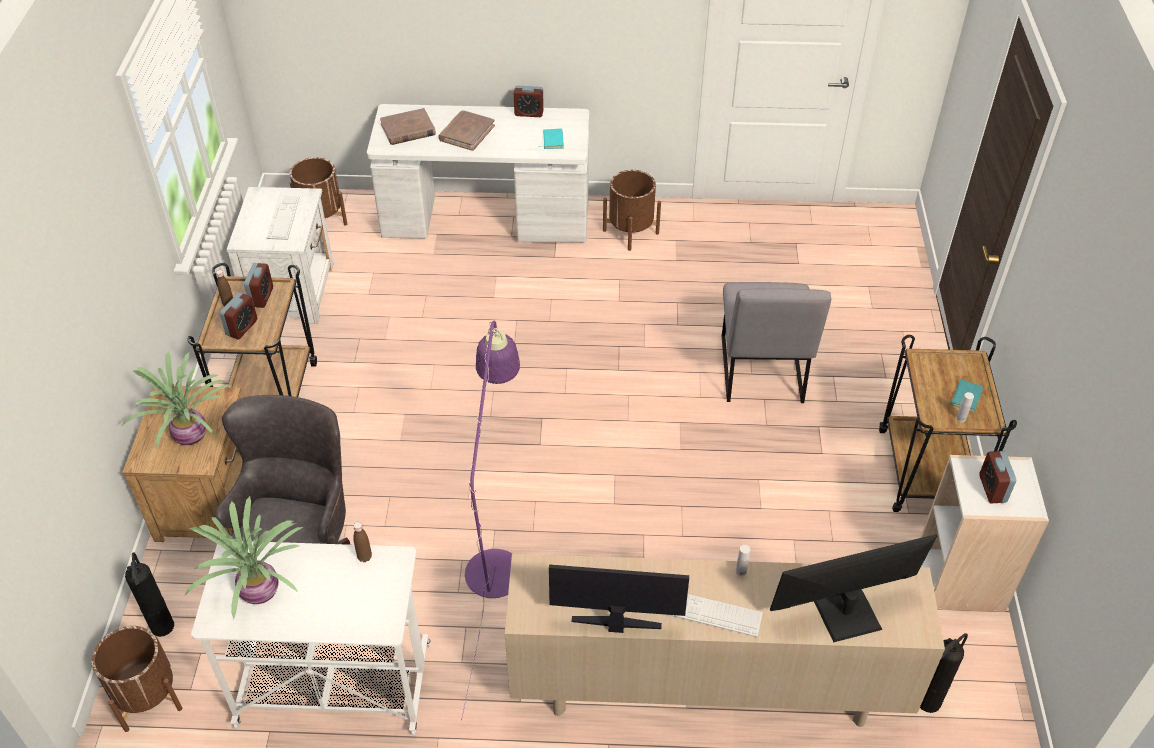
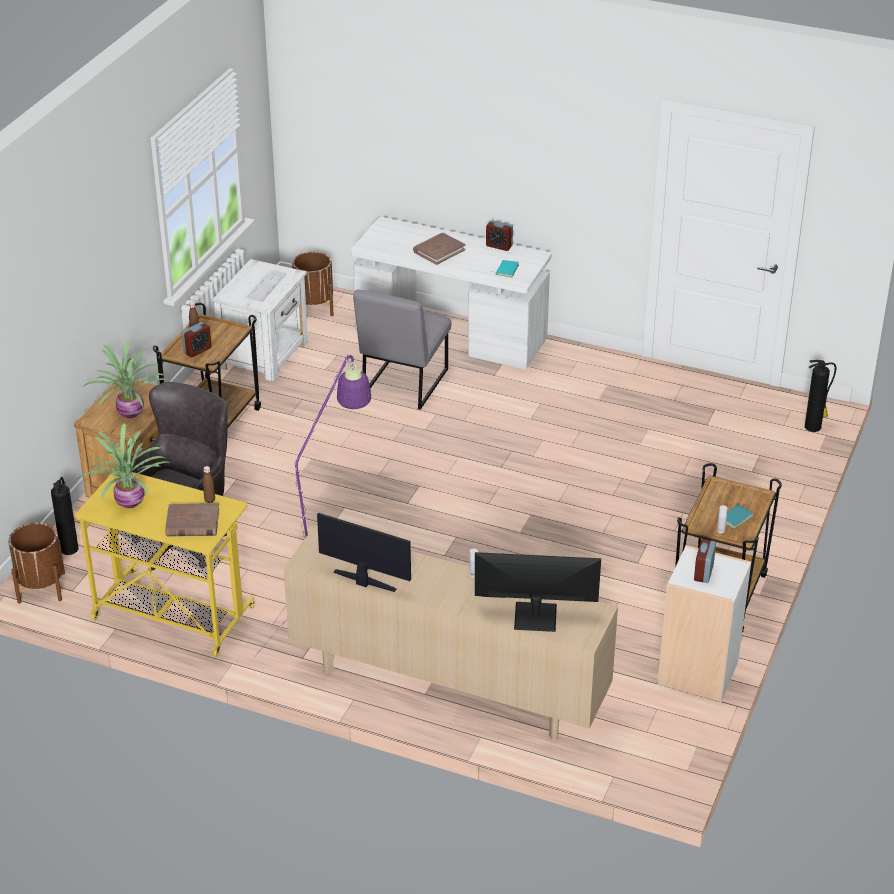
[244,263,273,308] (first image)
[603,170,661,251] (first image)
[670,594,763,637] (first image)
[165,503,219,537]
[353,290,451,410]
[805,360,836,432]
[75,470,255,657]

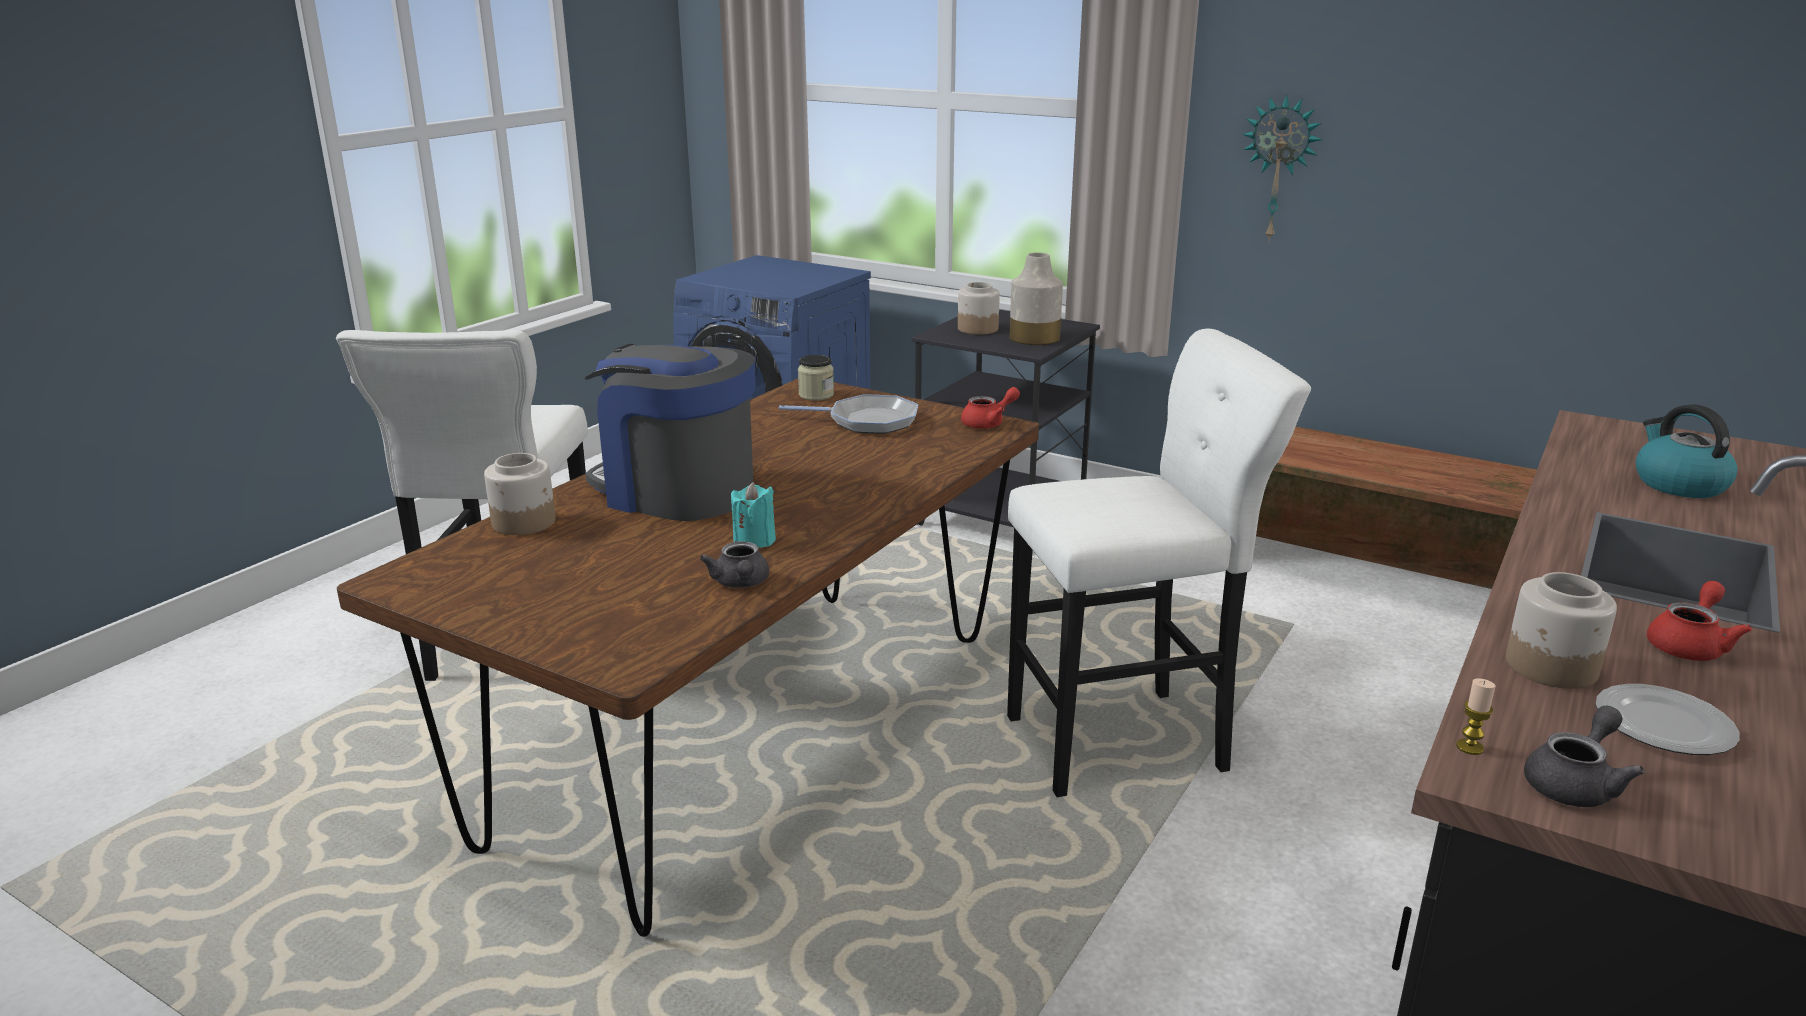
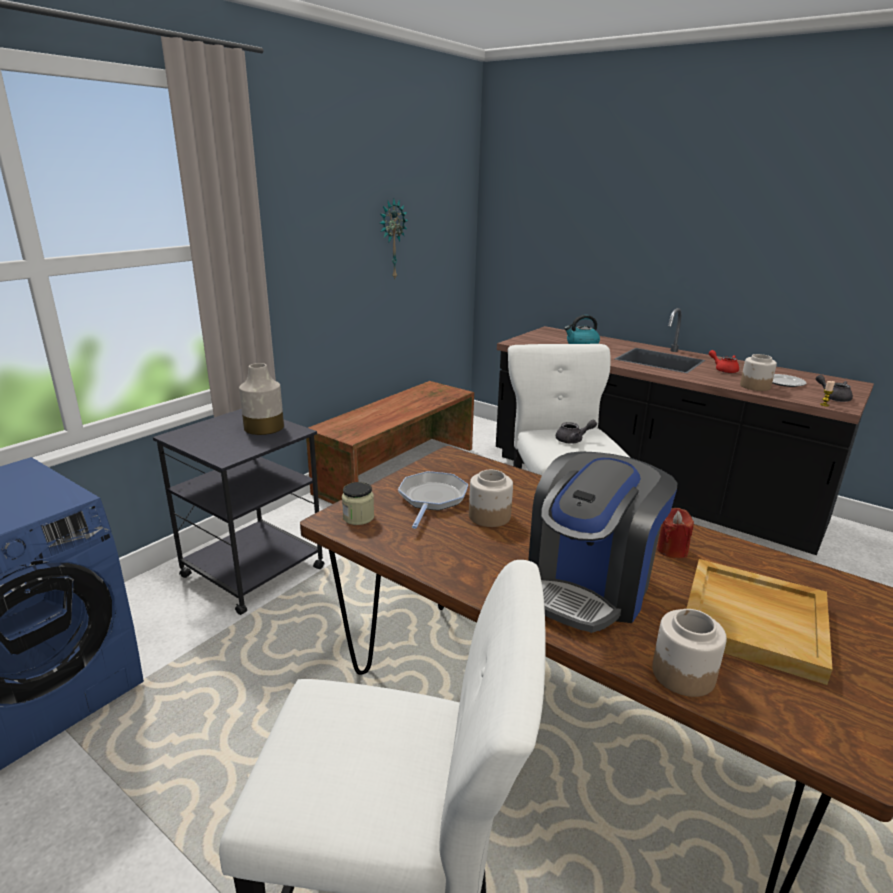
[961,387,1020,429] (first image)
[686,559,833,685]
[556,420,597,444]
[469,470,513,527]
[380,199,408,279]
[657,508,694,558]

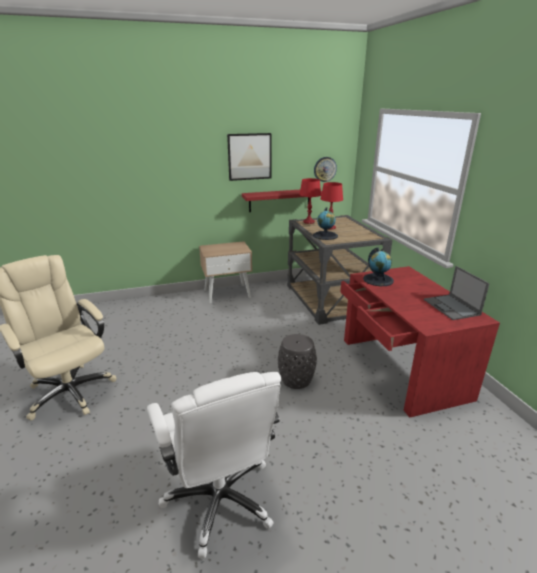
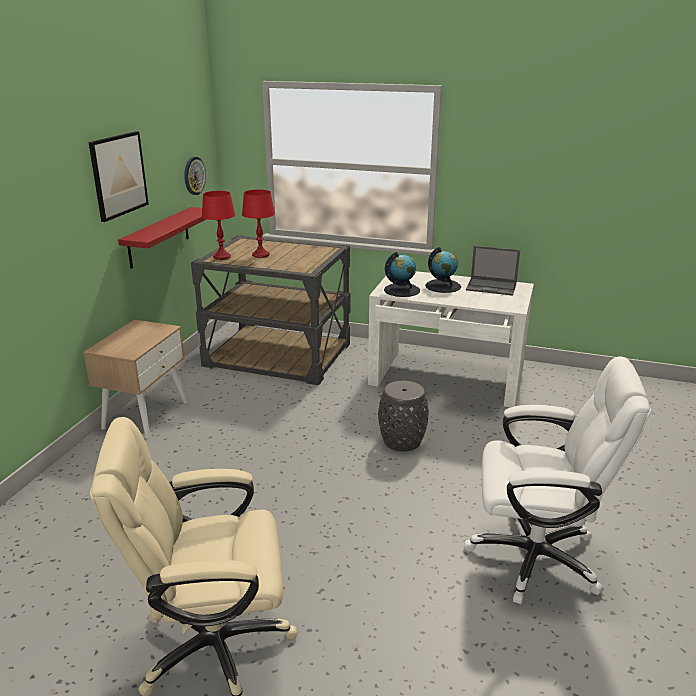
[425,247,461,293]
[368,271,534,407]

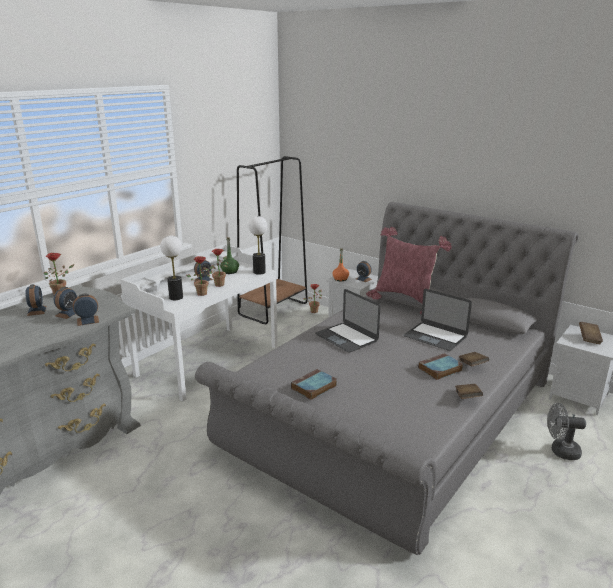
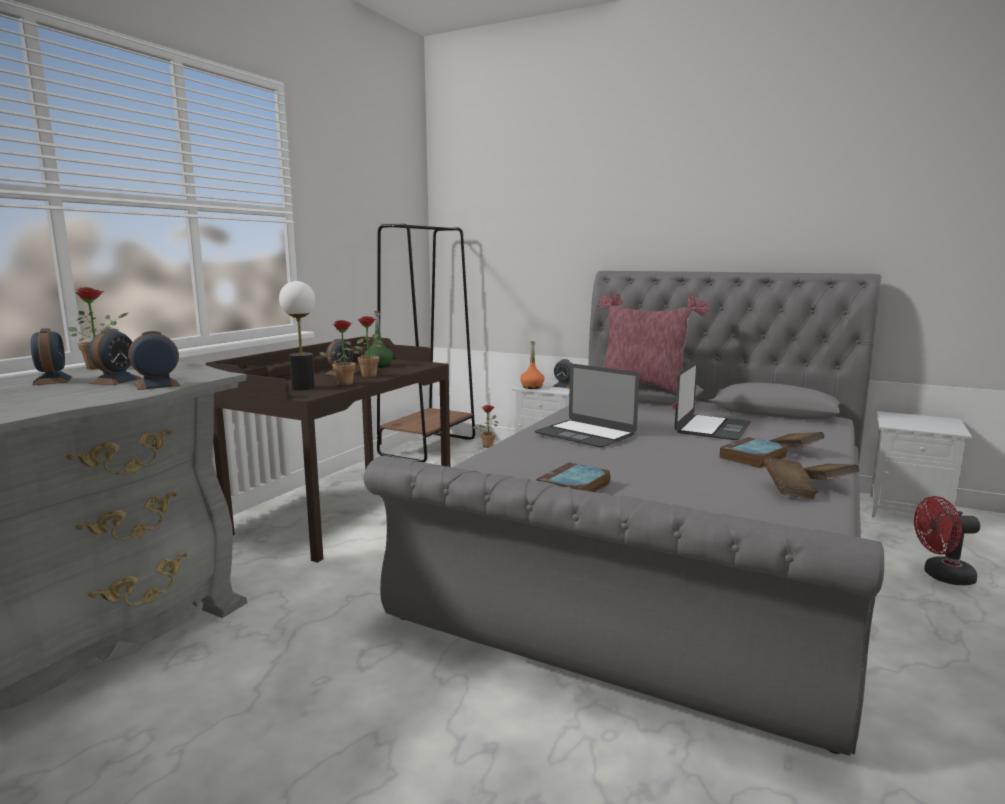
[248,216,267,275] (first image)
[763,457,819,499]
[206,336,450,563]
[914,496,980,585]
[675,361,751,440]

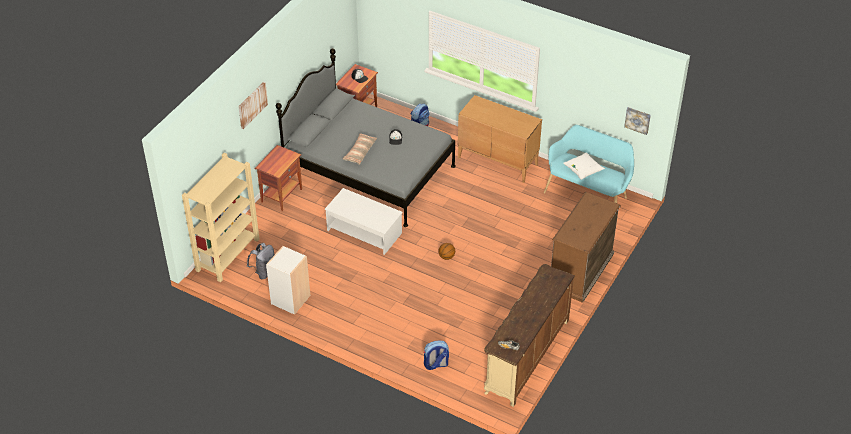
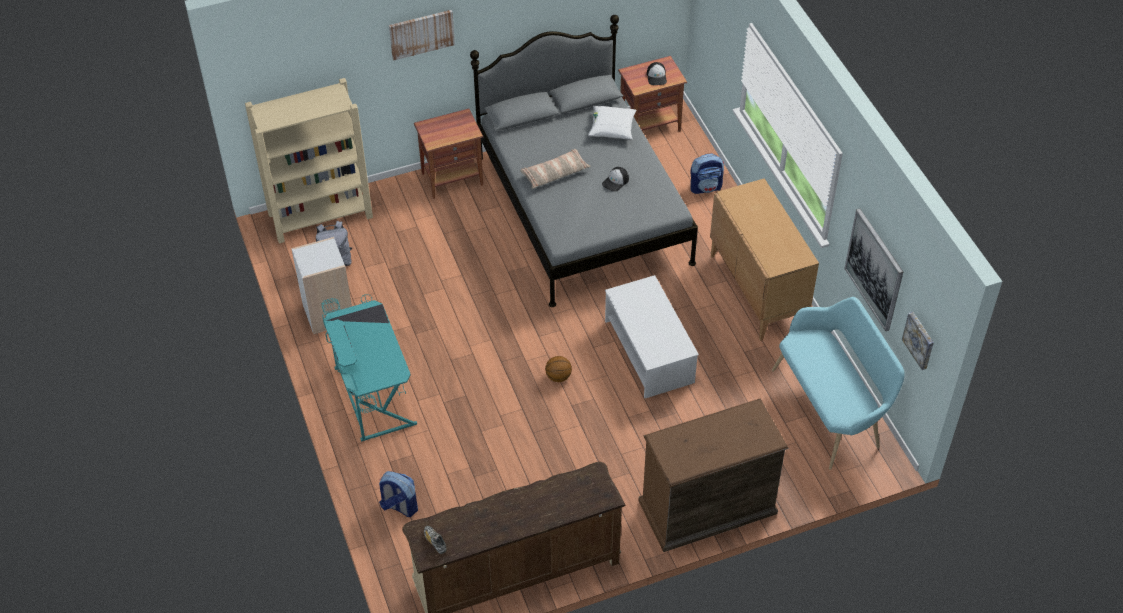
[321,294,417,441]
[844,209,903,331]
[605,275,699,398]
[588,106,636,139]

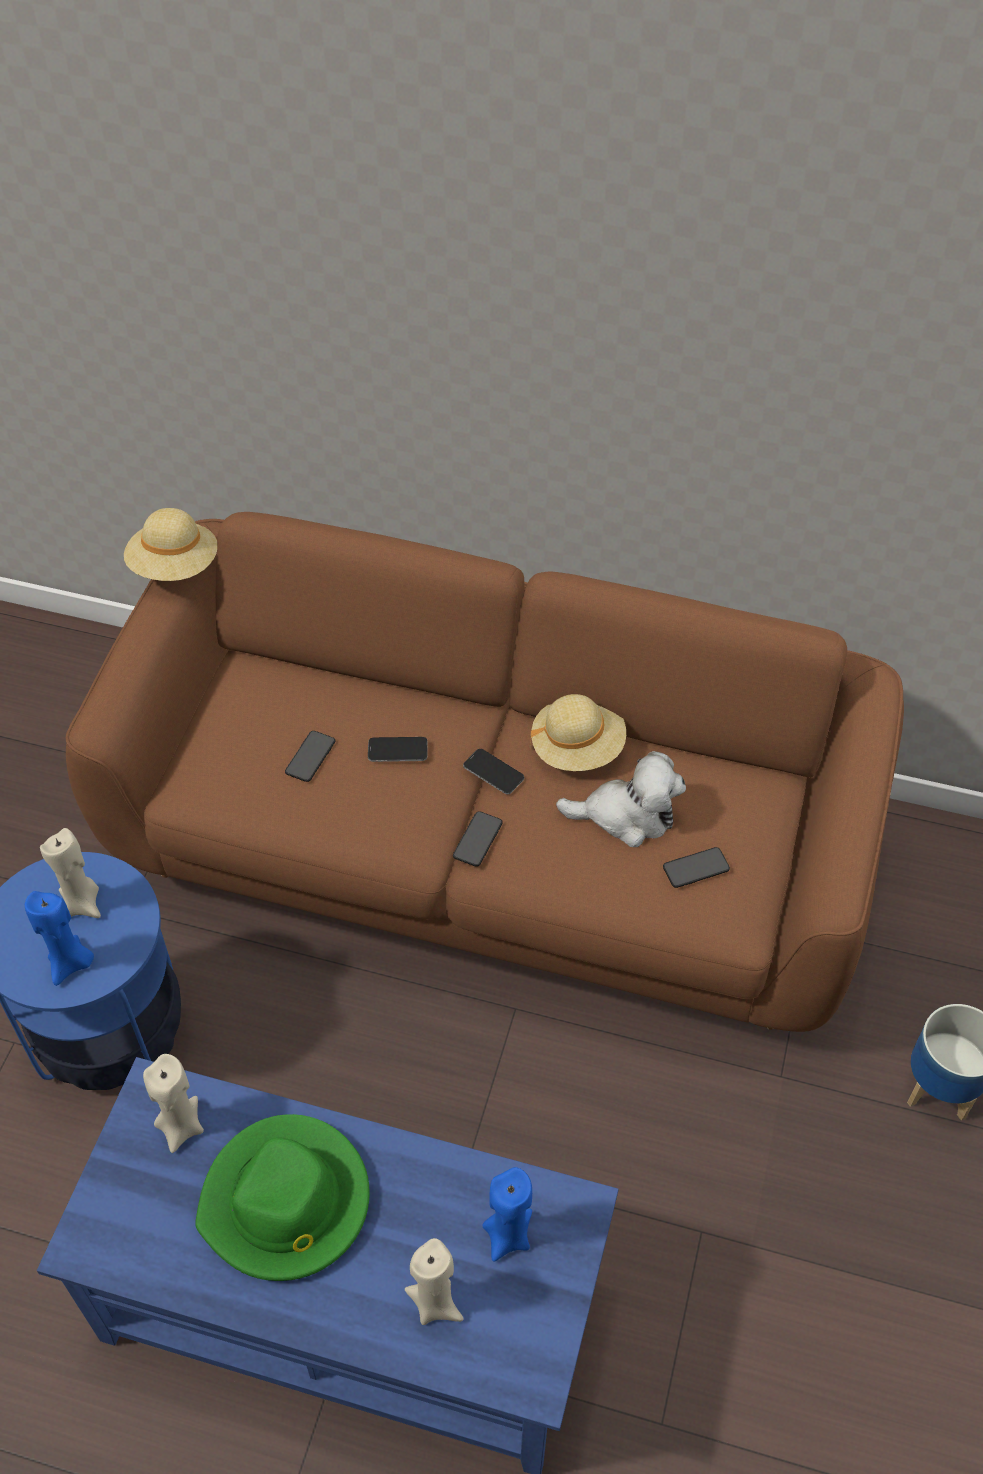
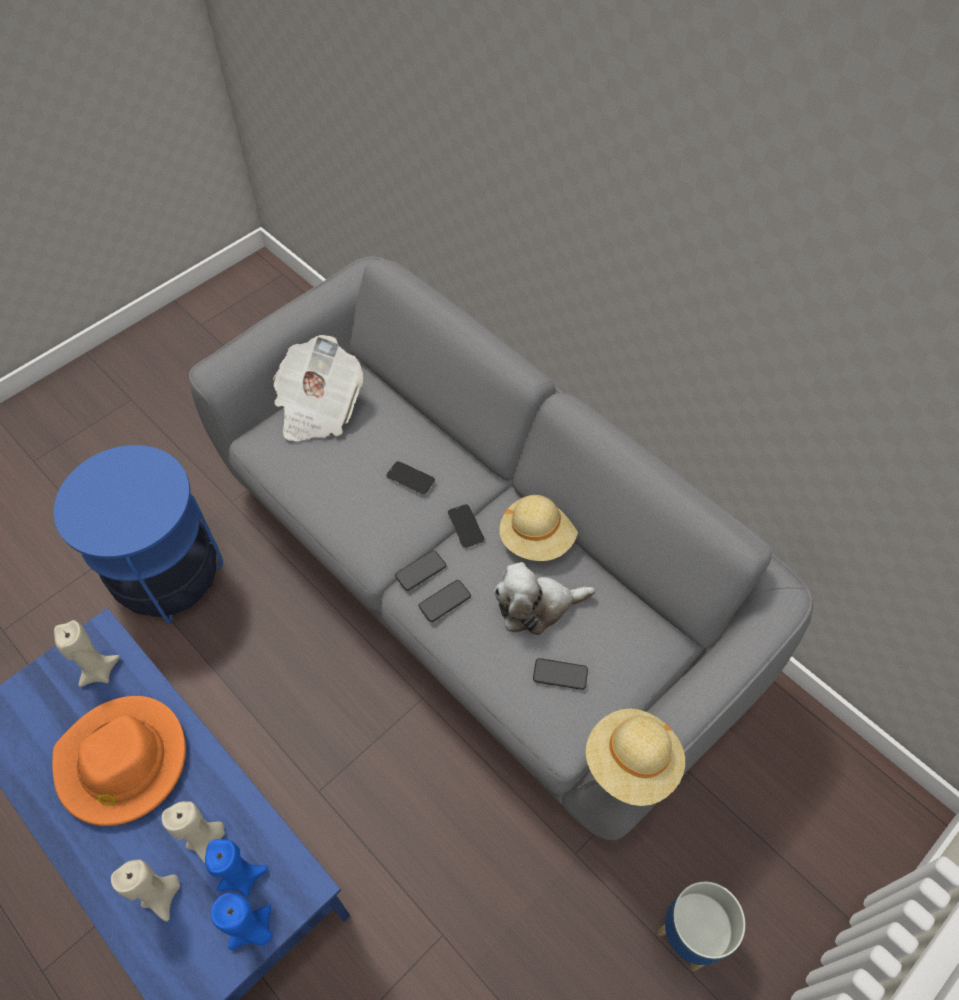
[273,335,364,441]
[211,893,273,950]
[162,801,225,863]
[586,708,685,806]
[419,580,471,622]
[189,256,813,840]
[52,696,186,826]
[494,562,595,635]

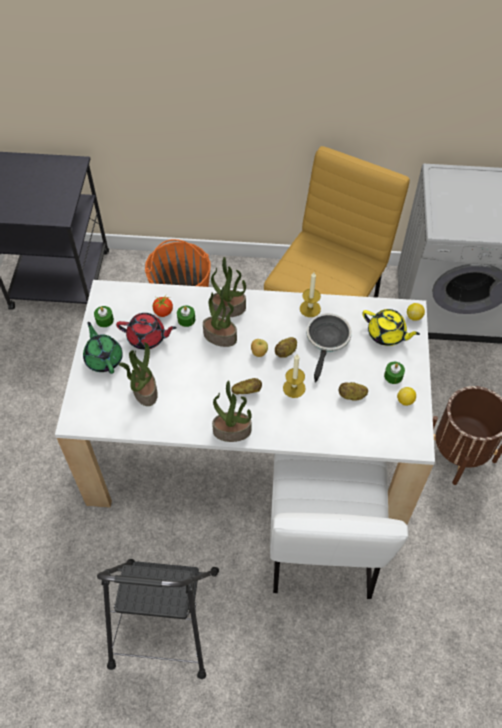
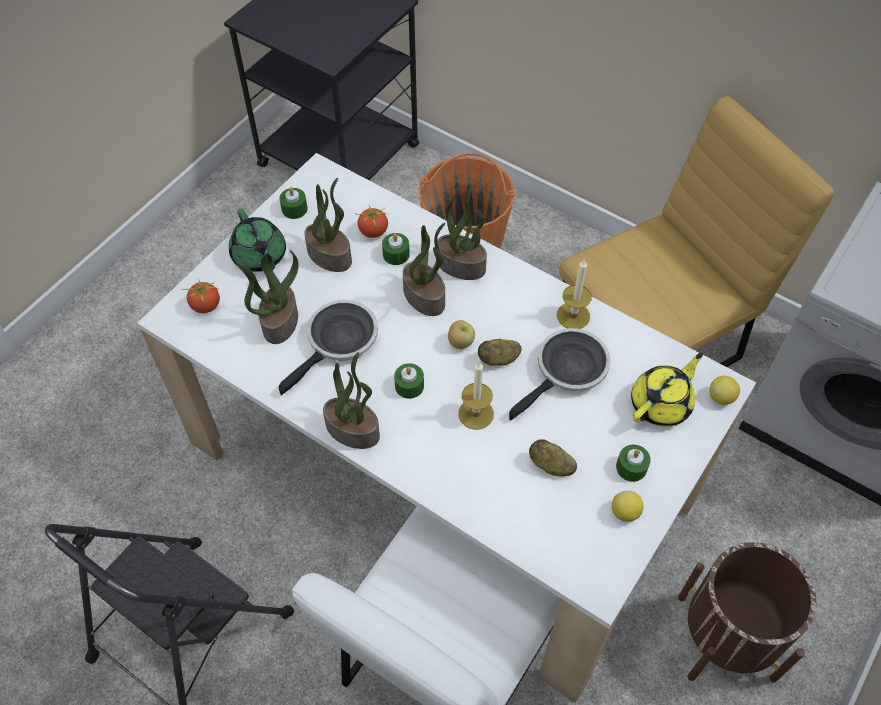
[183,278,220,313]
[278,300,378,395]
[304,178,352,272]
[394,363,424,399]
[229,209,286,272]
[631,353,703,427]

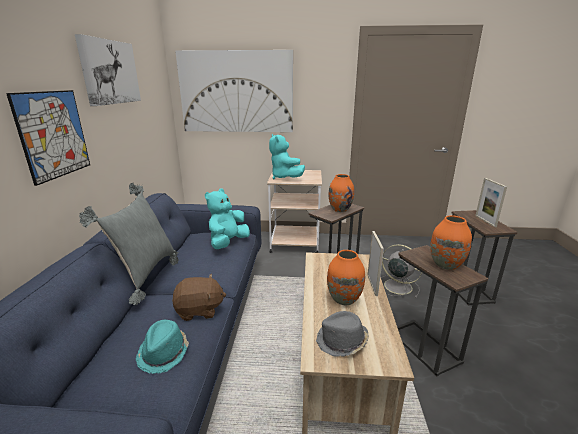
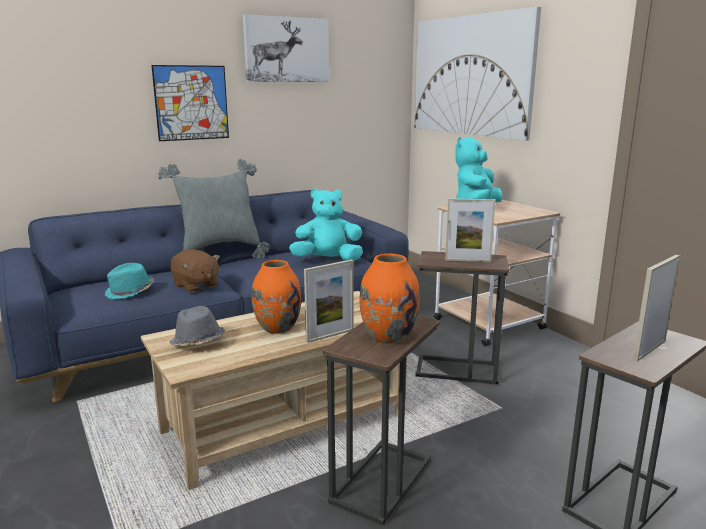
[381,244,422,298] (first image)
[445,198,495,262]

